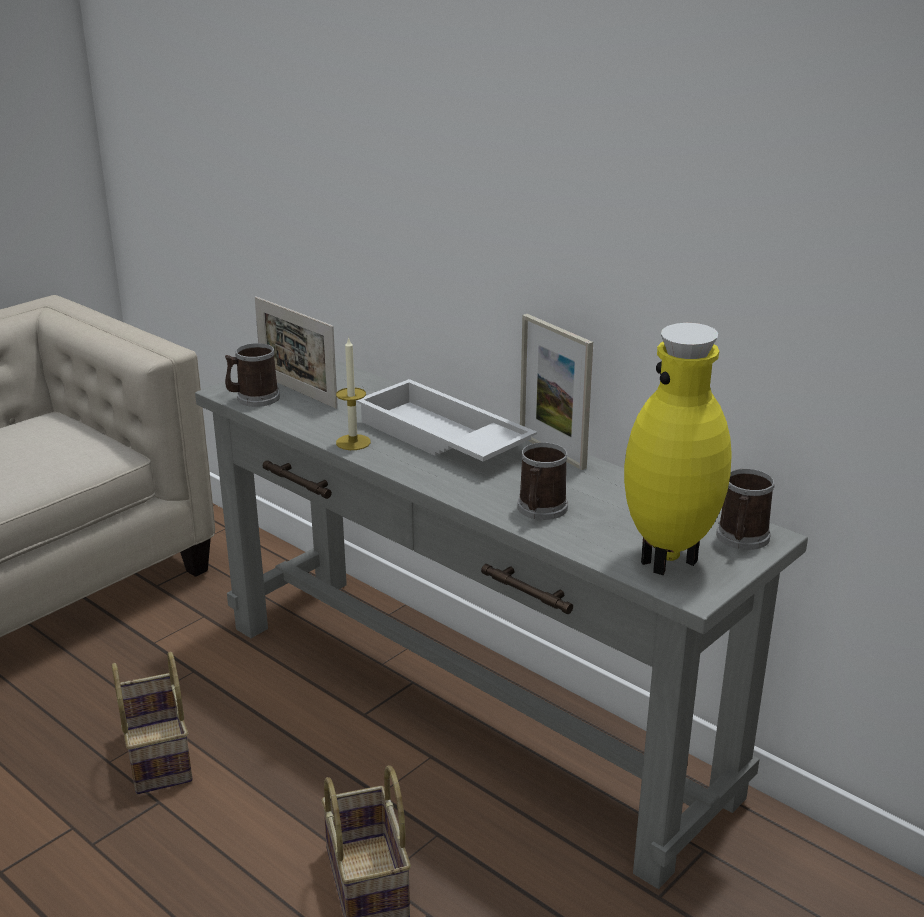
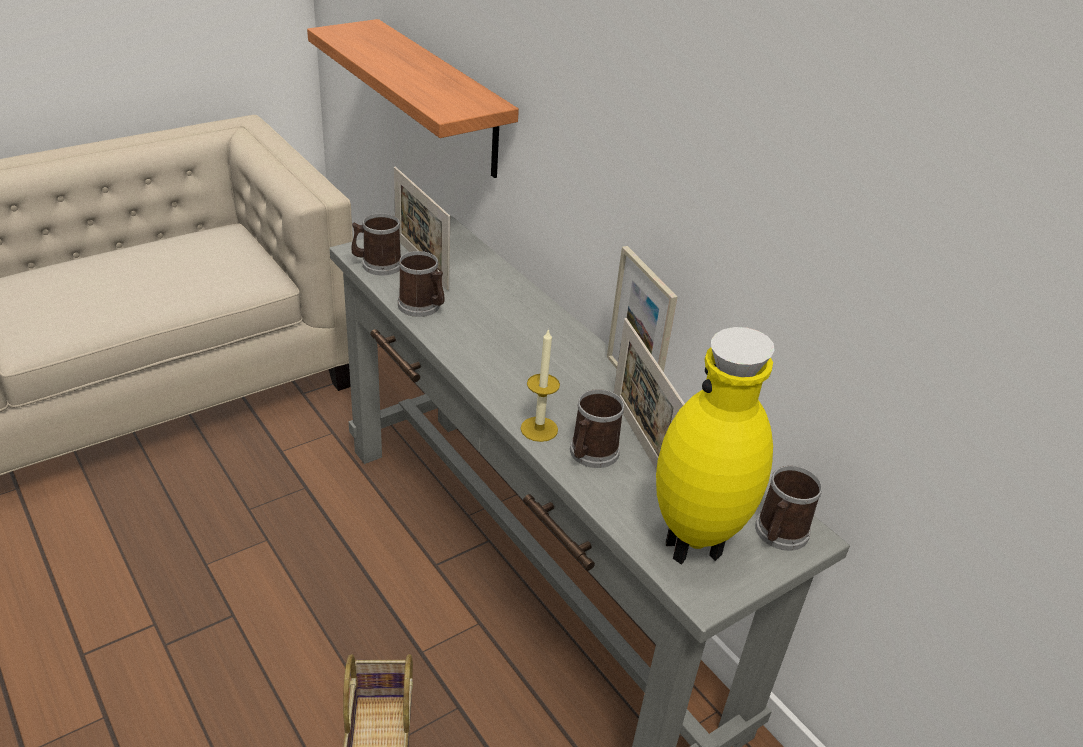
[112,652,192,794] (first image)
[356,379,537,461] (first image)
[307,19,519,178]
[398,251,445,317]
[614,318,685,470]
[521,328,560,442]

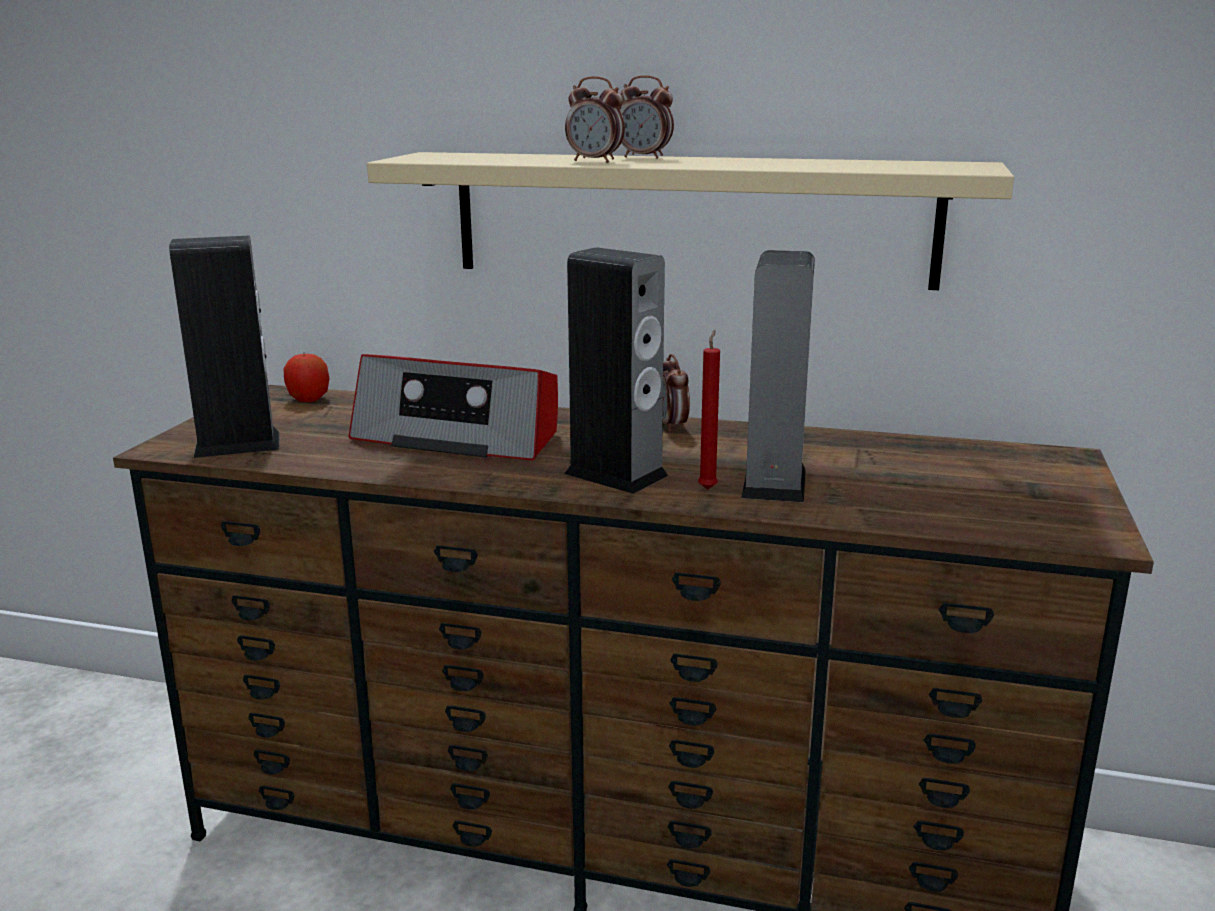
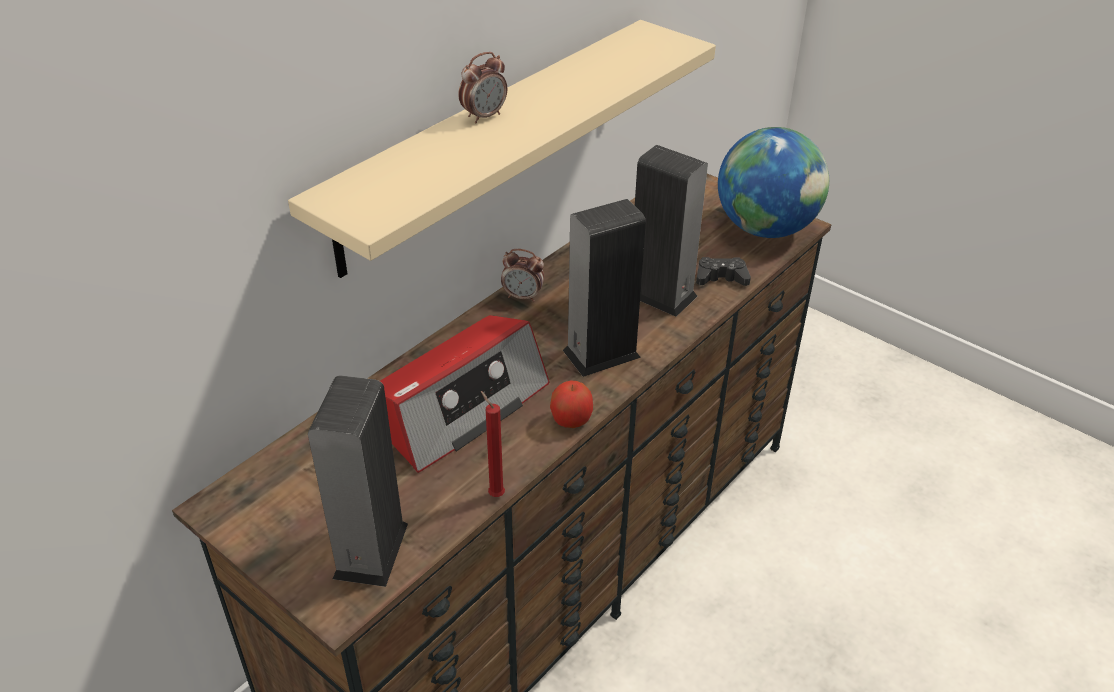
[565,76,625,163] (first image)
[696,257,751,286]
[718,127,829,238]
[550,380,593,428]
[481,391,505,497]

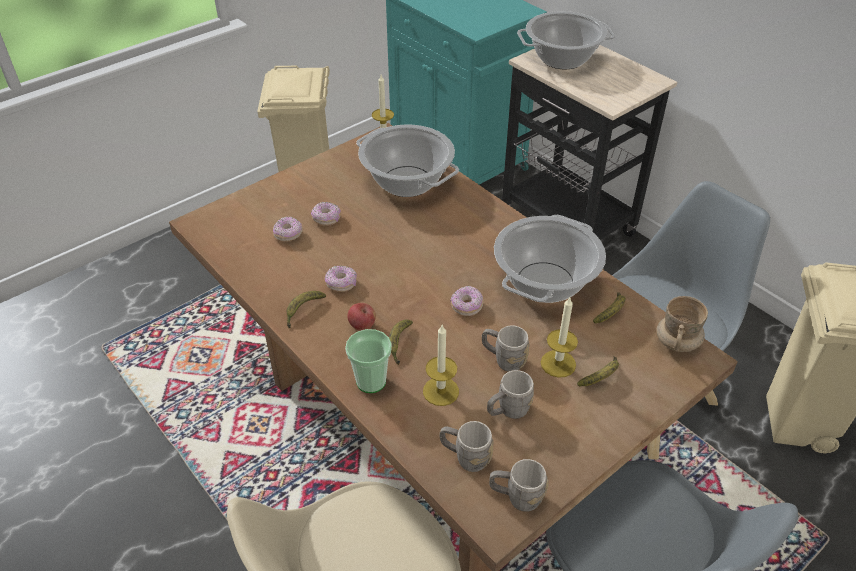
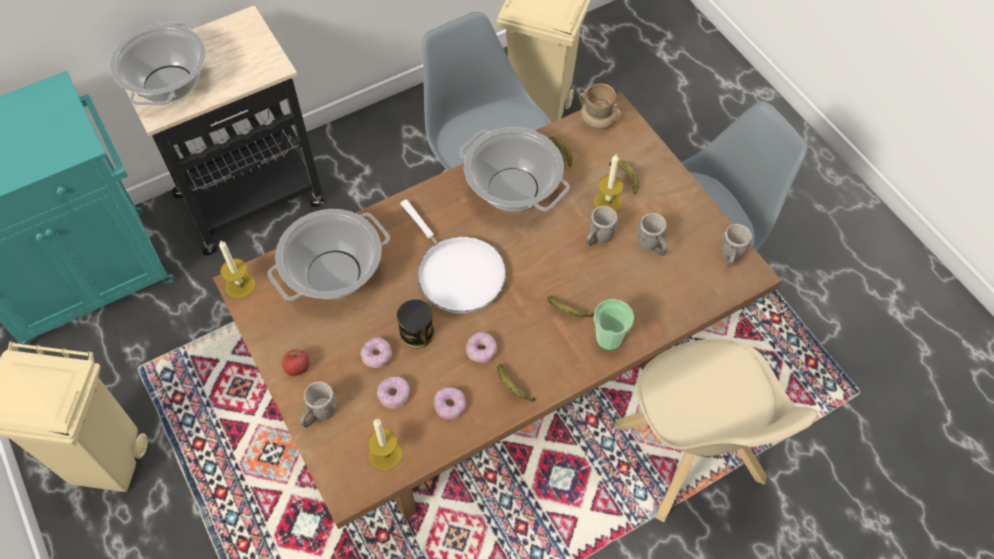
[397,299,434,348]
[401,199,506,313]
[282,349,309,376]
[368,419,403,471]
[299,382,337,428]
[434,387,466,419]

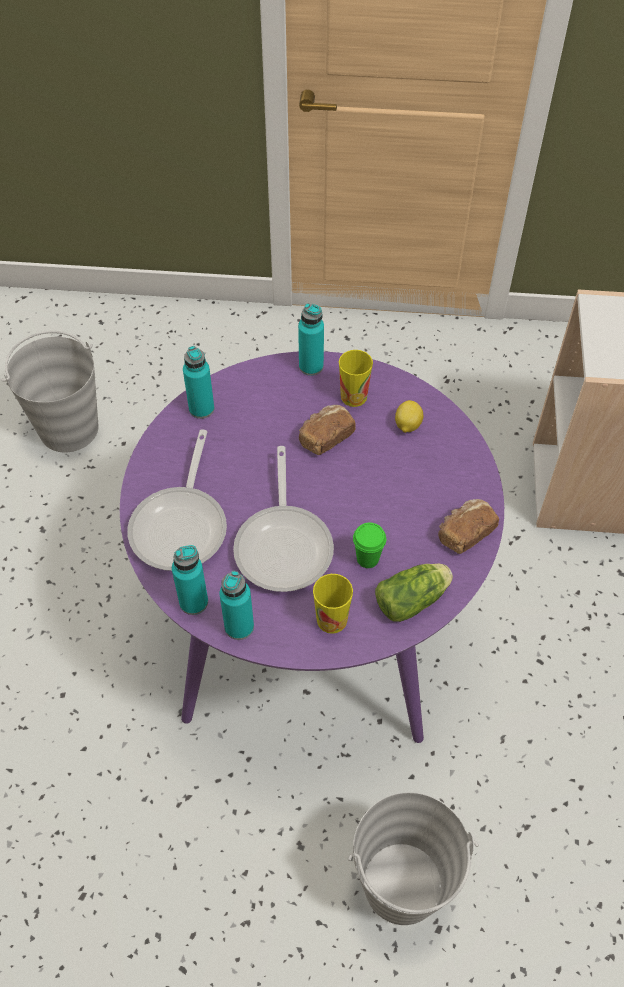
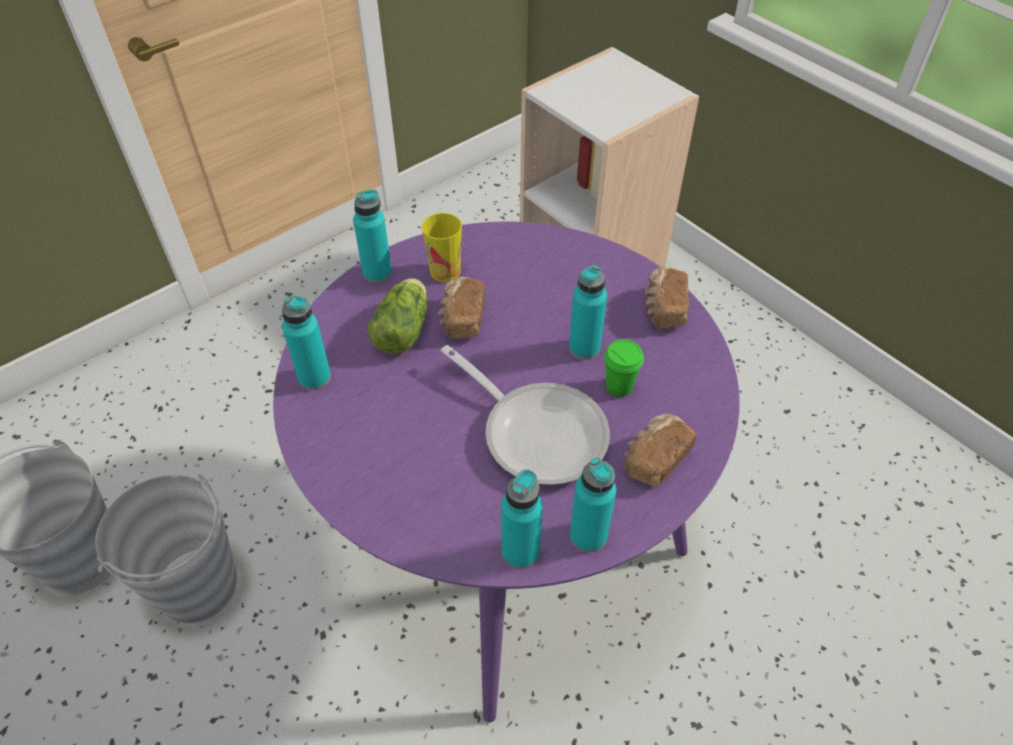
[127,429,227,571] (first image)
[395,400,423,433] (first image)
[569,265,607,360]
[95,474,237,623]
[368,278,427,354]
[624,414,697,487]

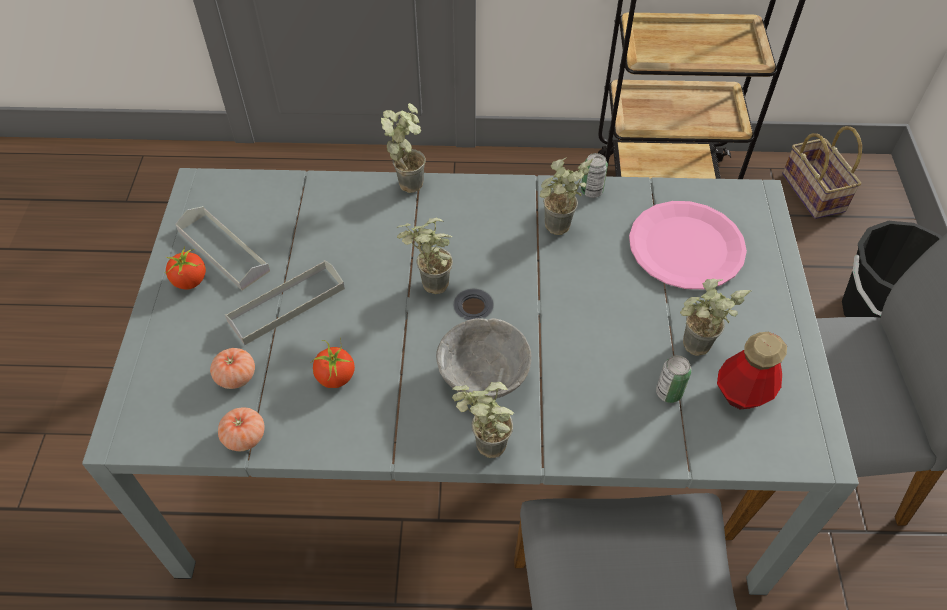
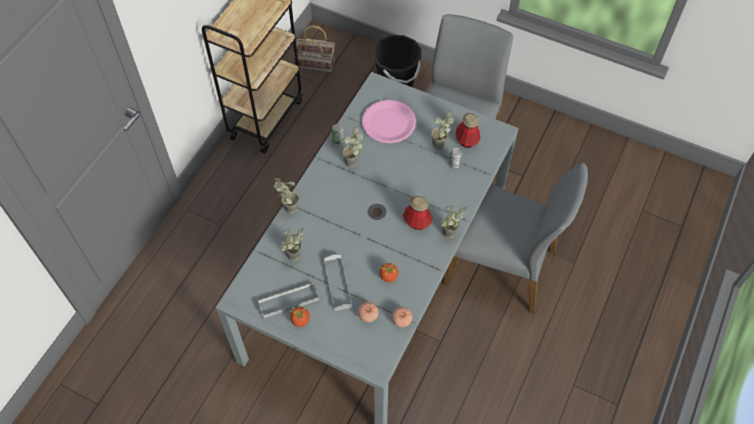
[280,228,304,261]
[403,196,433,230]

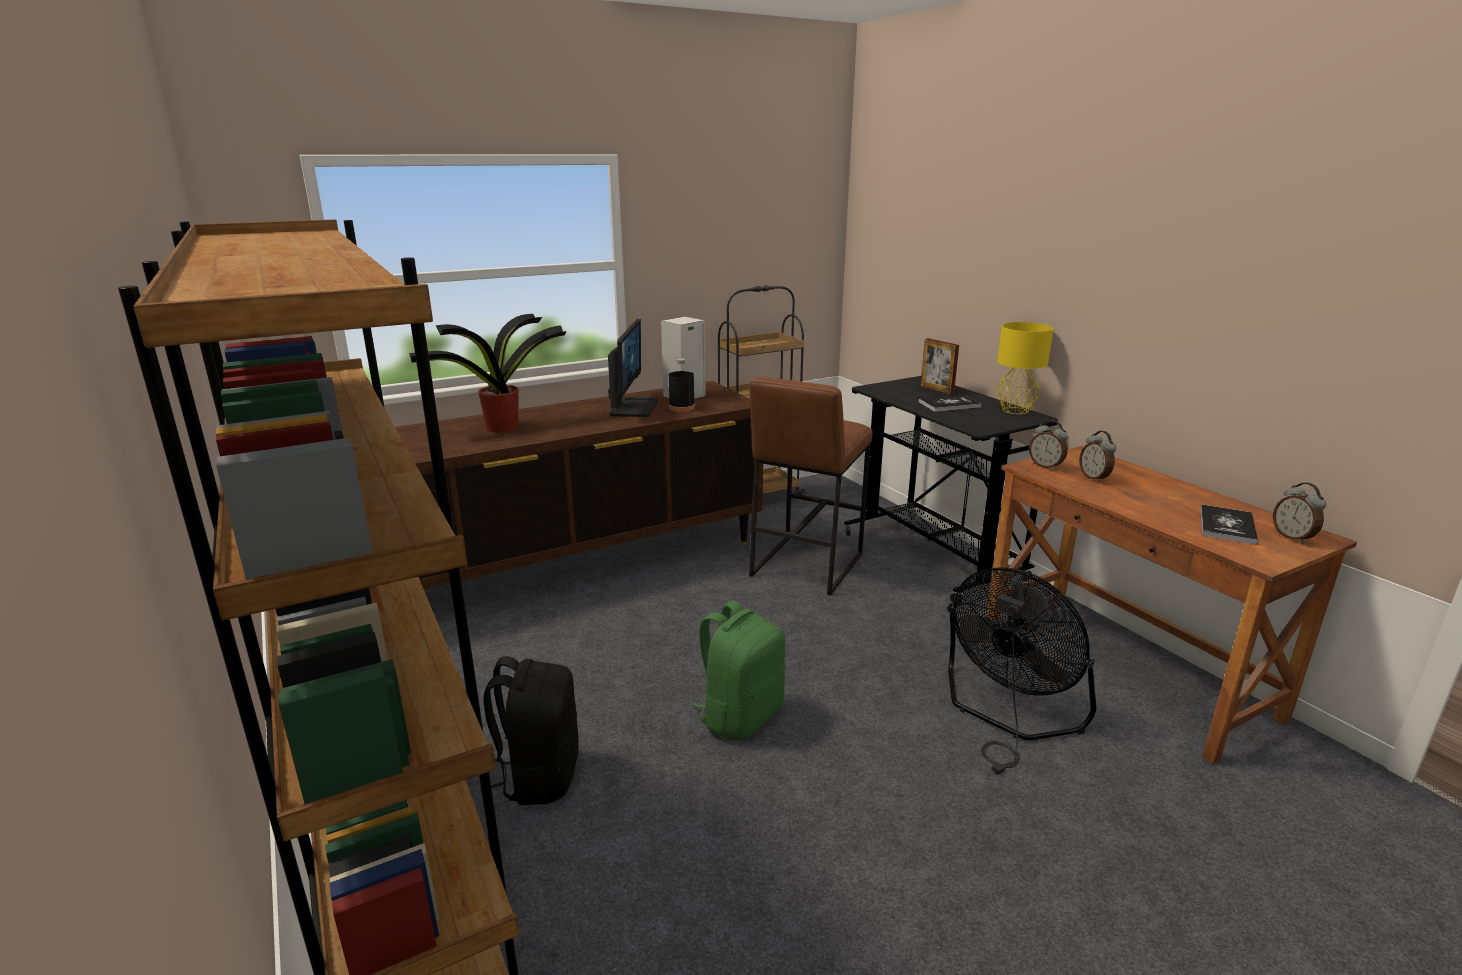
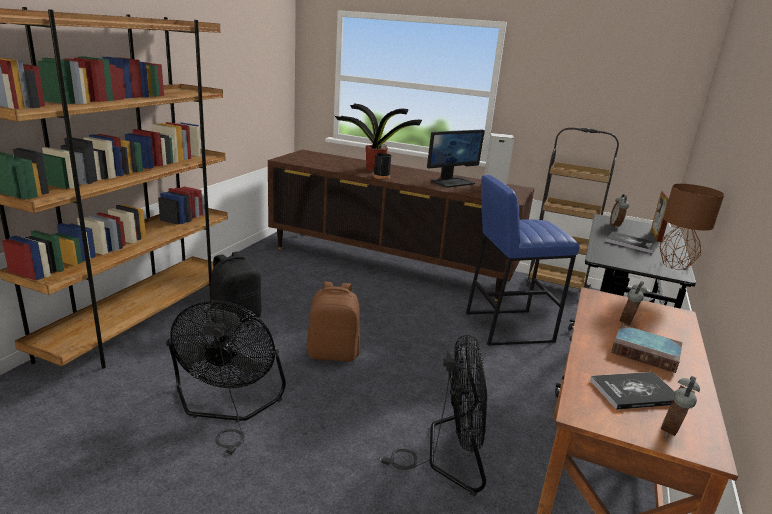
[166,301,286,455]
[611,324,682,373]
[373,145,391,179]
[610,194,629,228]
[307,282,360,362]
[466,175,579,346]
[660,184,724,270]

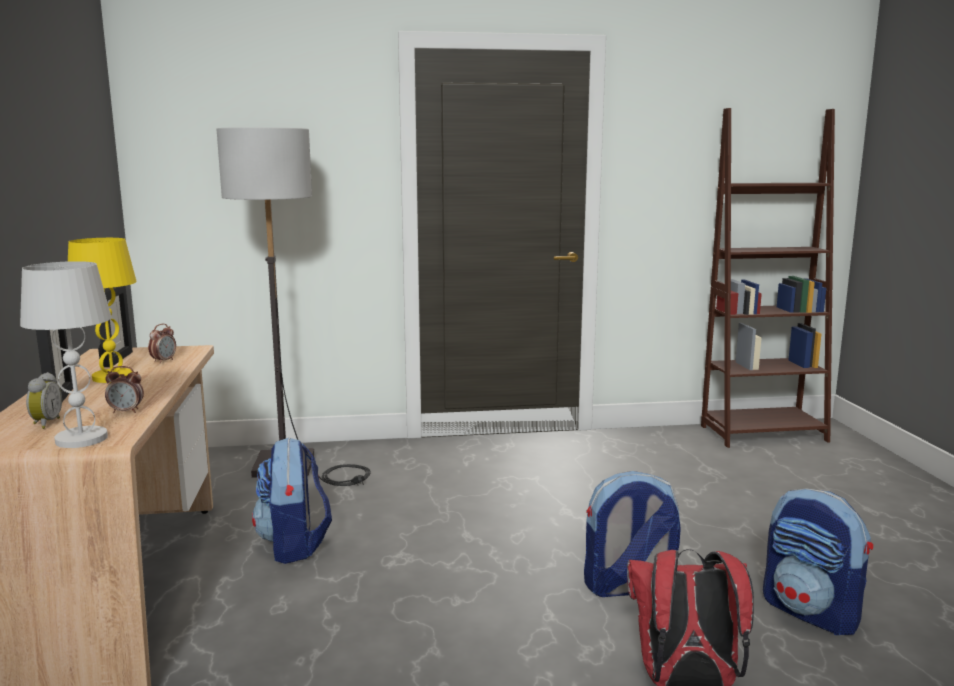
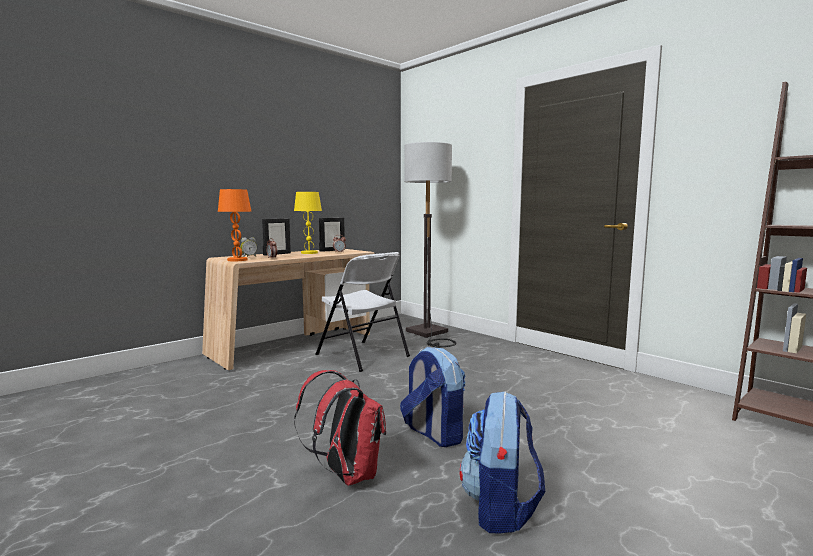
[315,252,410,372]
[218,189,252,261]

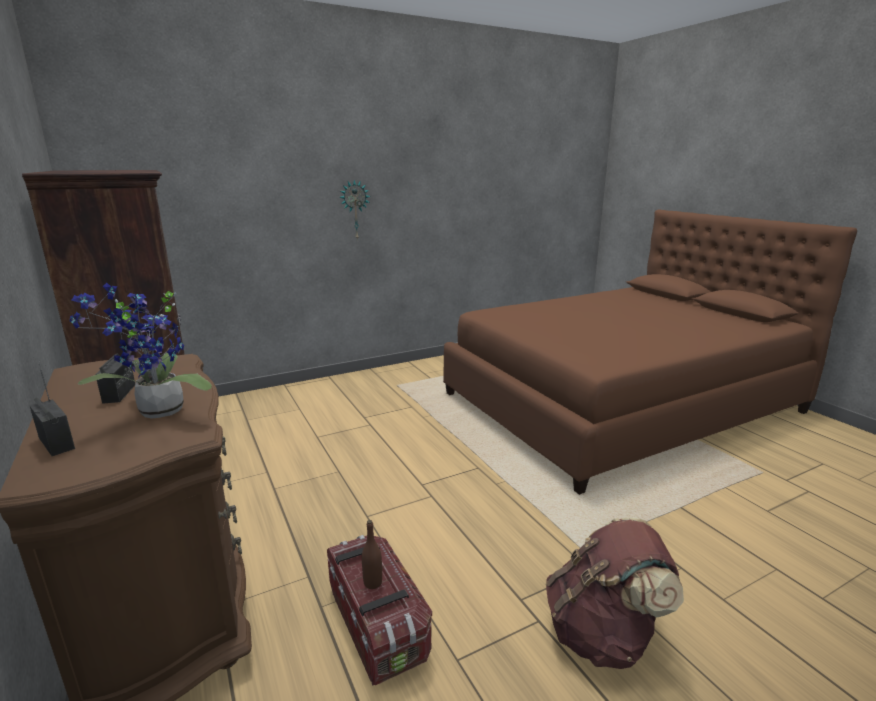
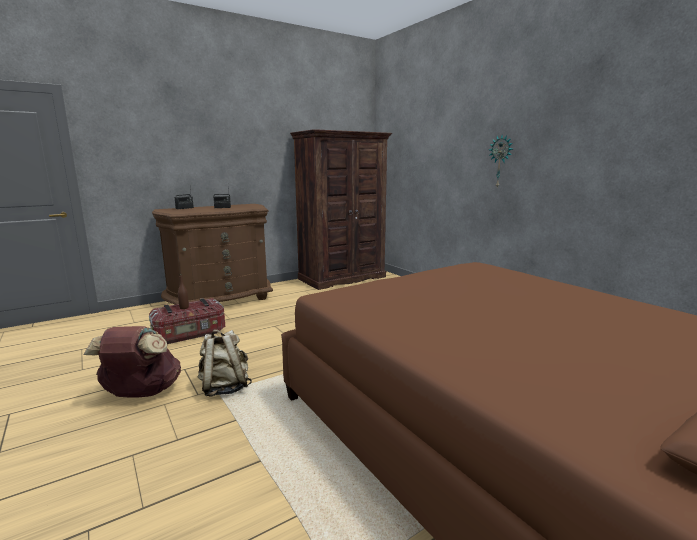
[70,283,212,419] (first image)
[198,330,252,397]

